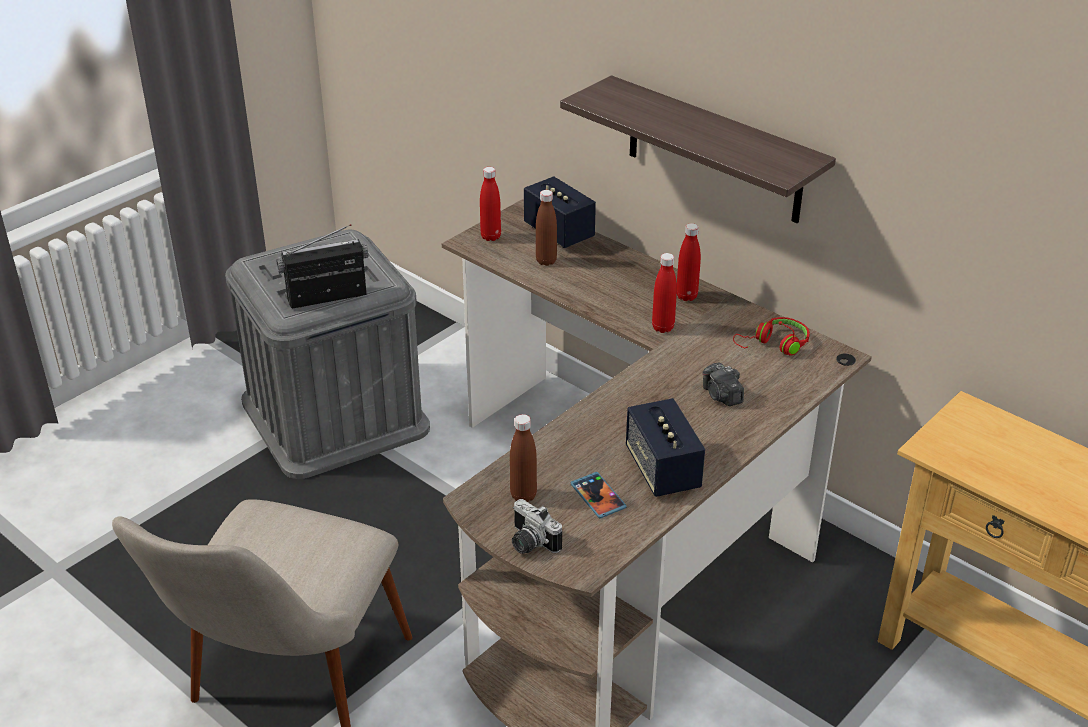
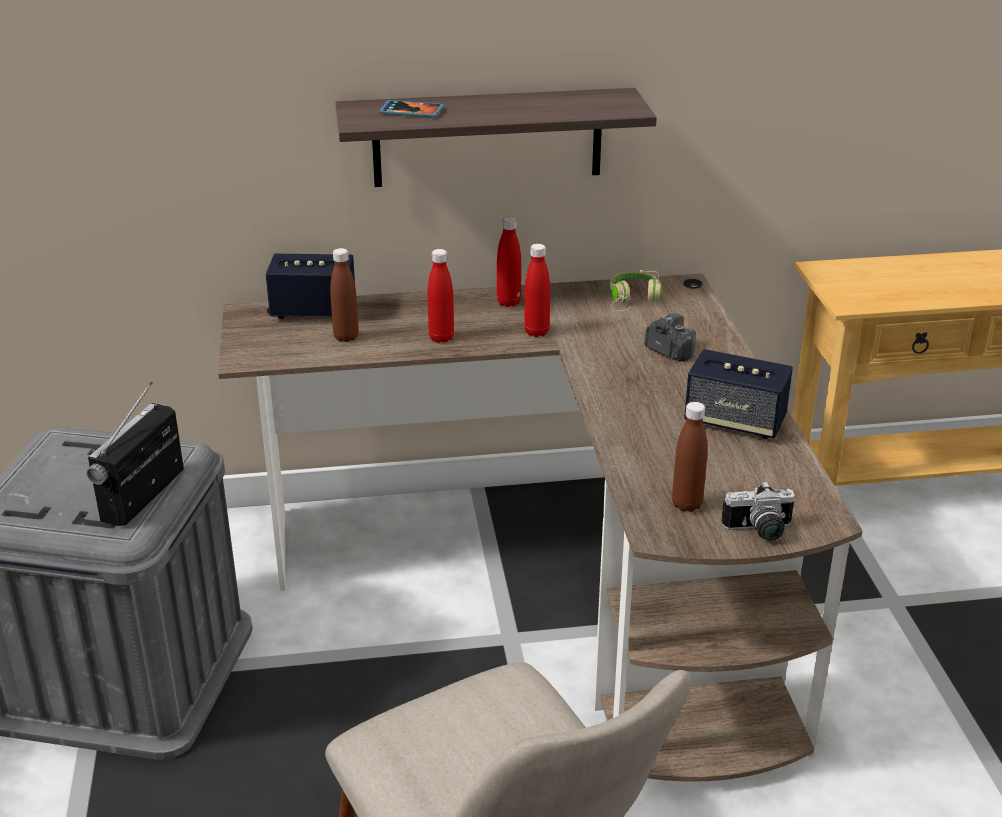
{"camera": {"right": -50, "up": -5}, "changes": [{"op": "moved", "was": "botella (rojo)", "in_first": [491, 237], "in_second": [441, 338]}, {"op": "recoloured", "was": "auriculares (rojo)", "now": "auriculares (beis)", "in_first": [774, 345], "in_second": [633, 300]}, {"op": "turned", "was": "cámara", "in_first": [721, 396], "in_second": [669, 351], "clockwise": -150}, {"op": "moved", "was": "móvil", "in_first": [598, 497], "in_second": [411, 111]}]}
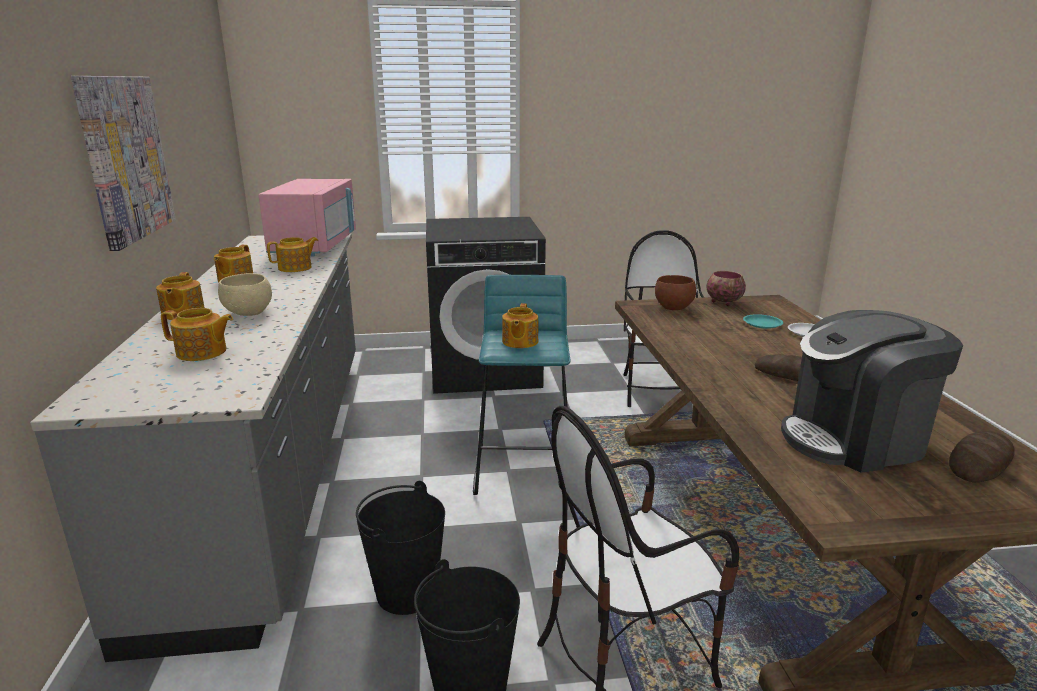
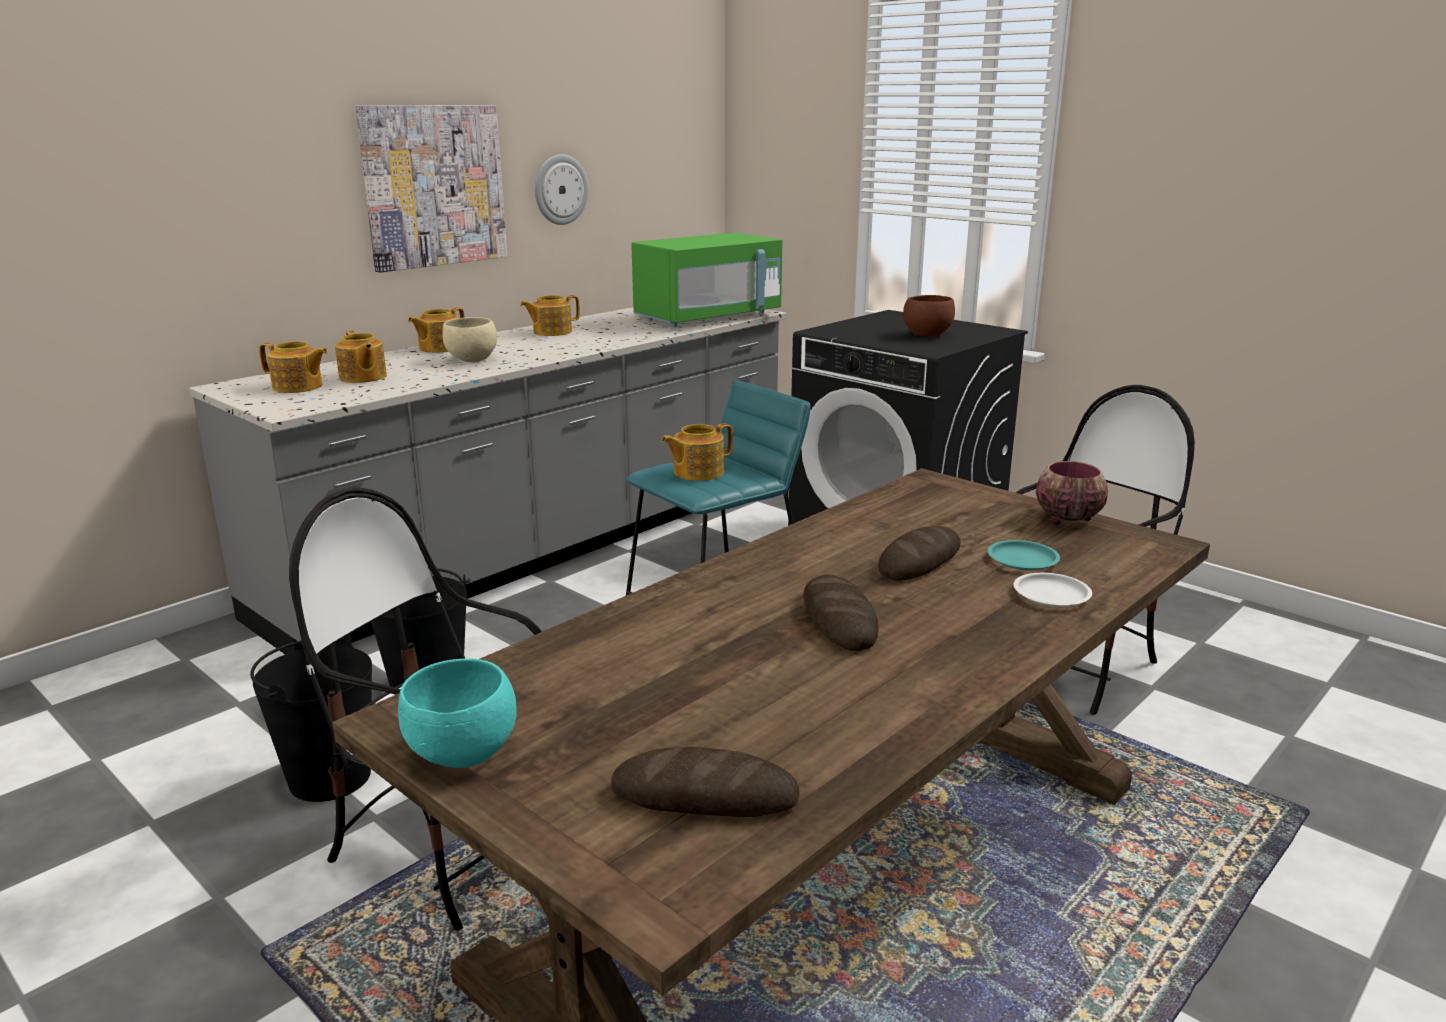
{"camera": {"right": 50, "up": 0}, "changes": [{"op": "recoloured", "was": "microondas (rosa)", "now": "microondas (verde)", "in_first": [315, 246], "in_second": [708, 317]}, {"op": "moved", "was": "tetera", "in_first": [296, 268], "in_second": [298, 387]}, {"op": "moved", "was": "cuenco (marrón)", "in_first": [672, 308], "in_second": [926, 335]}, {"op": "removed", "was": "cafetera", "in_first": [854, 440]}, {"op": "added", "now": "reloj de pared", "in_second": [560, 189]}, {"op": "added", "now": "pan", "in_second": [920, 561]}, {"op": "added", "now": "cuenco (turquesa)", "in_second": [464, 755]}]}
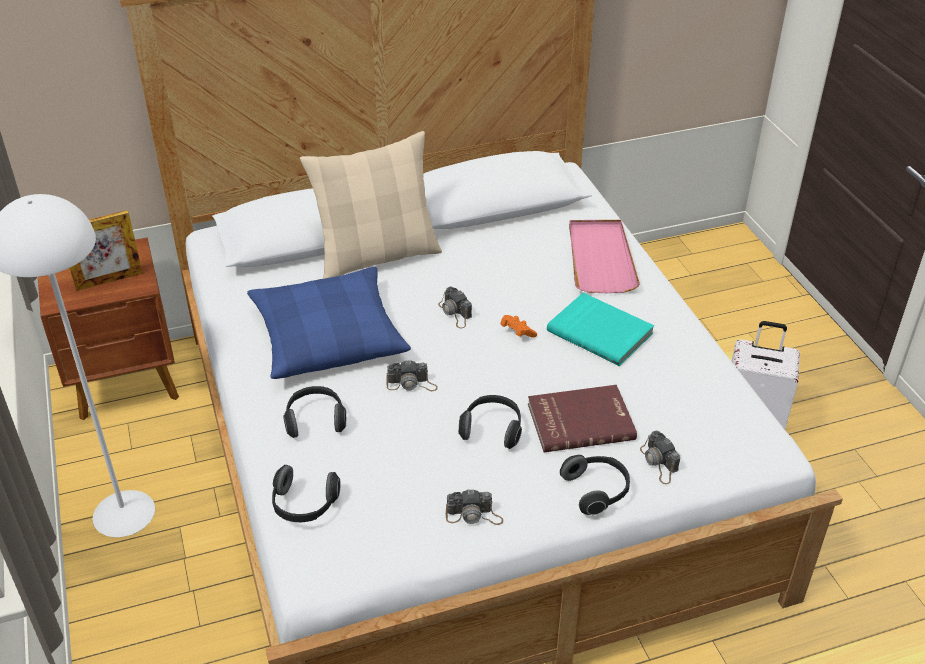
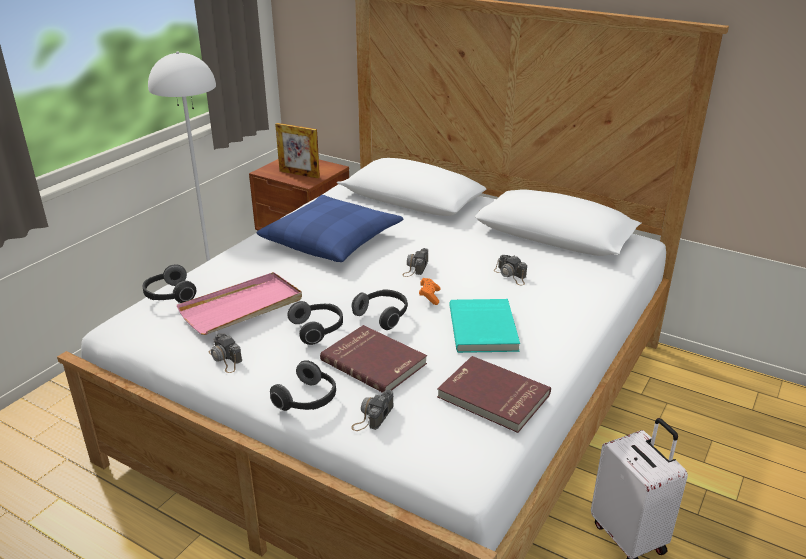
{"camera": {"right": 50, "up": -10}, "changes": [{"op": "removed", "was": "cojín (beis)", "in_first": [377, 256]}, {"op": "moved", "was": "bandeja (rosa)", "in_first": [600, 258], "in_second": [242, 307]}, {"op": "moved", "was": "cámara", "in_first": [411, 384], "in_second": [511, 275]}, {"op": "moved", "was": "auriculares", "in_first": [315, 420], "in_second": [383, 316]}, {"op": "added", "now": "libro (rojo)", "in_second": [492, 397]}]}
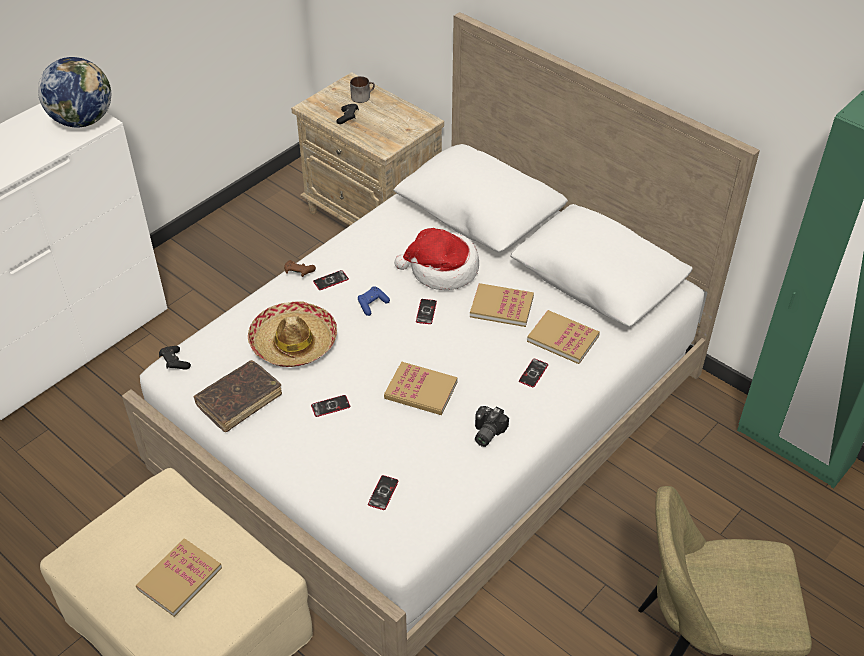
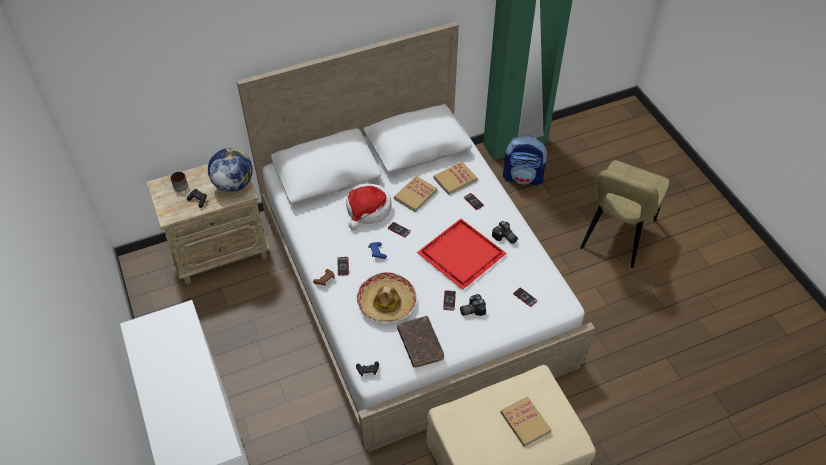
{"camera": {"right": -65, "up": 5}, "changes": [{"op": "moved", "was": "globo terráqueo", "in_first": [83, 120], "in_second": [233, 184]}, {"op": "replaced", "was": "libro", "now": "bandeja (rojo)", "in_first": [421, 390], "in_second": [459, 254]}, {"op": "added", "now": "mochila", "in_second": [523, 177]}, {"op": "added", "now": "cámara", "in_second": [471, 309]}]}
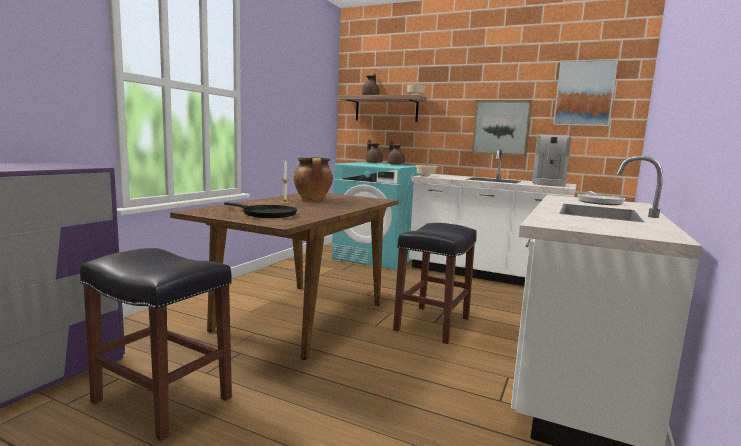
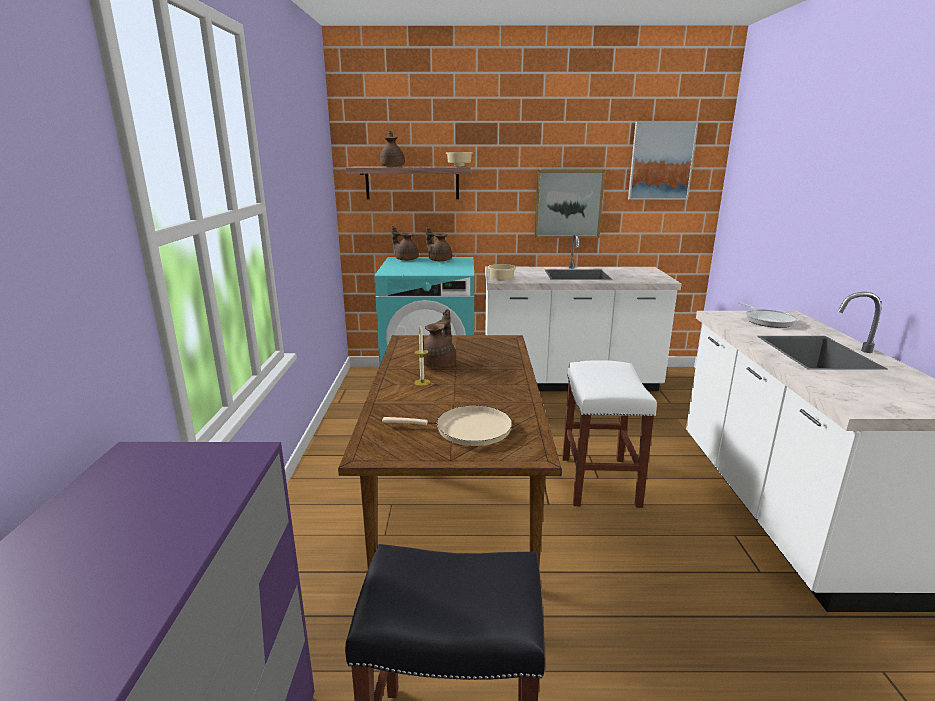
{"camera": {"right": -25, "up": 10}, "changes": [{"op": "removed", "was": "cafetera", "in_first": [548, 183]}, {"op": "replaced", "was": "olla", "now": "tetera (marrón)", "in_first": [313, 199], "in_second": [439, 363]}, {"op": "recoloured", "was": "sartén (negro)", "now": "sartén (beis)", "in_first": [266, 214], "in_second": [468, 430]}, {"op": "recoloured", "was": "taburete (negro)", "now": "taburete (blanco)", "in_first": [432, 324], "in_second": [600, 482]}]}
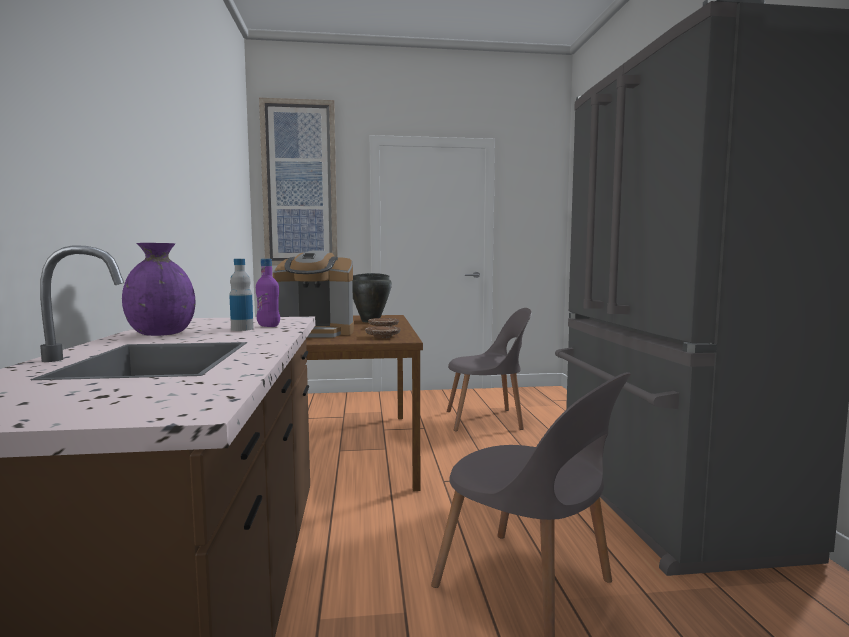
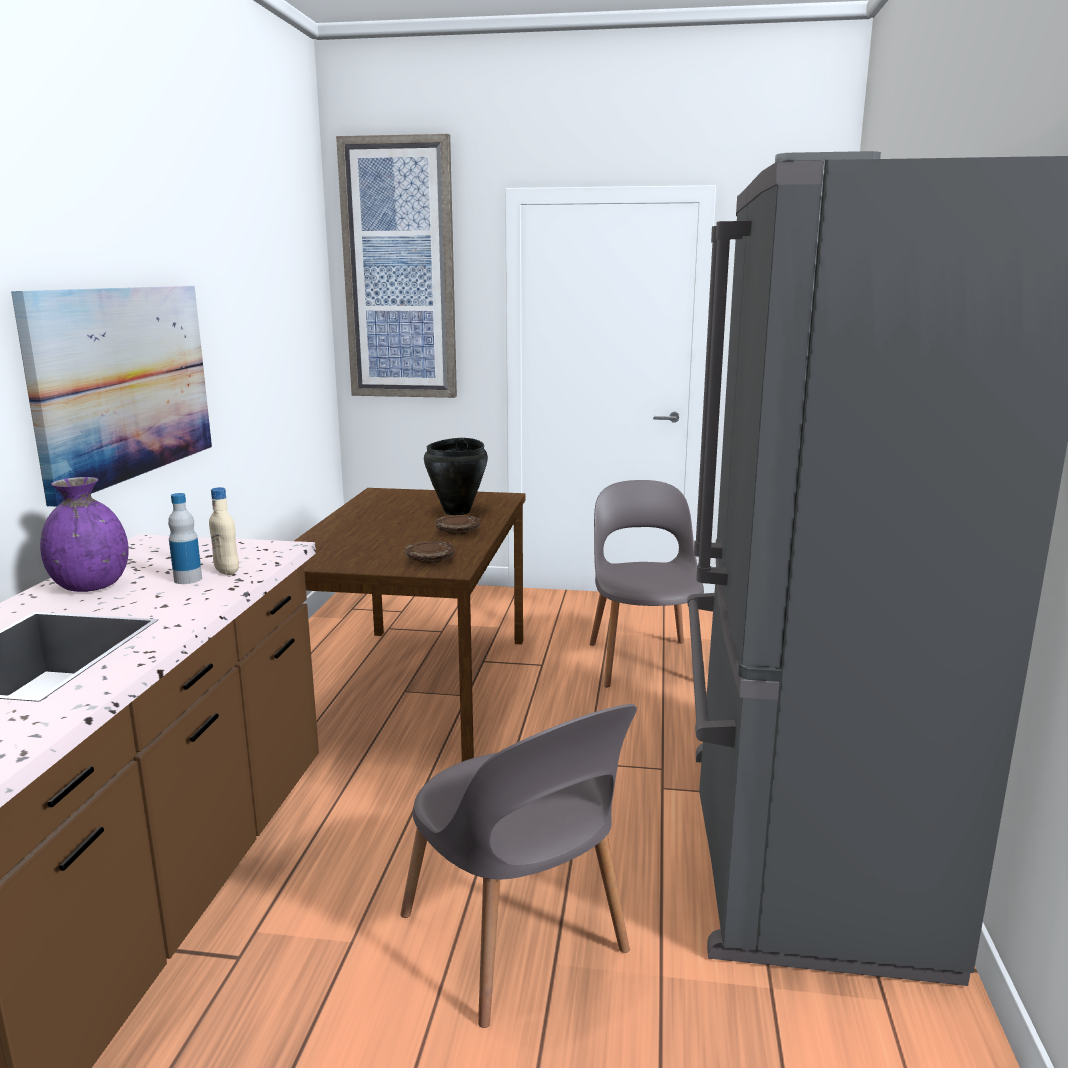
{"camera": {"right": 15, "up": 10}, "changes": [{"op": "removed", "was": "cafetera", "in_first": [316, 333]}, {"op": "recoloured", "was": "botella (morado)", "now": "botella (beis)", "in_first": [268, 326], "in_second": [227, 571]}, {"op": "turned", "was": "silla (gris)", "in_first": [487, 420], "in_second": [644, 660], "clockwise": -105}, {"op": "added", "now": "cuadro", "in_second": [124, 382]}]}
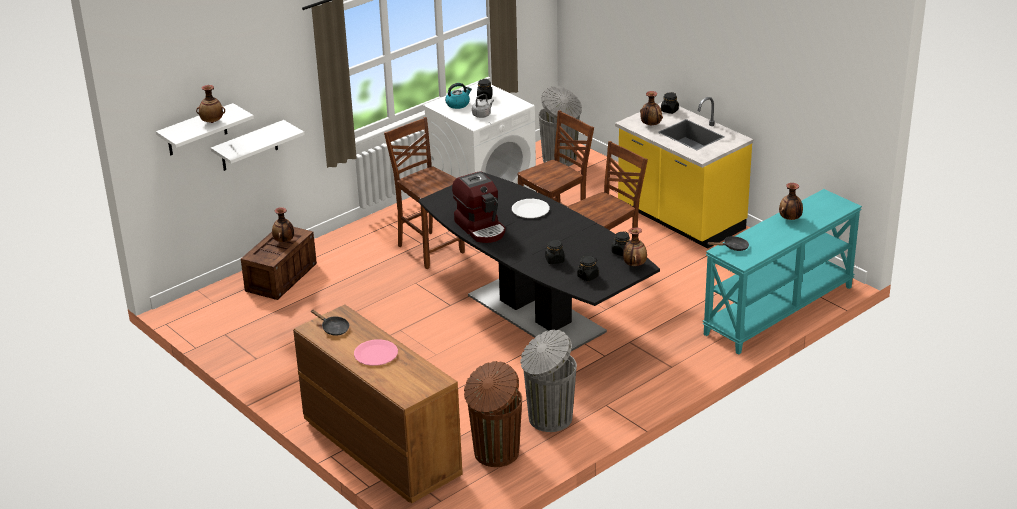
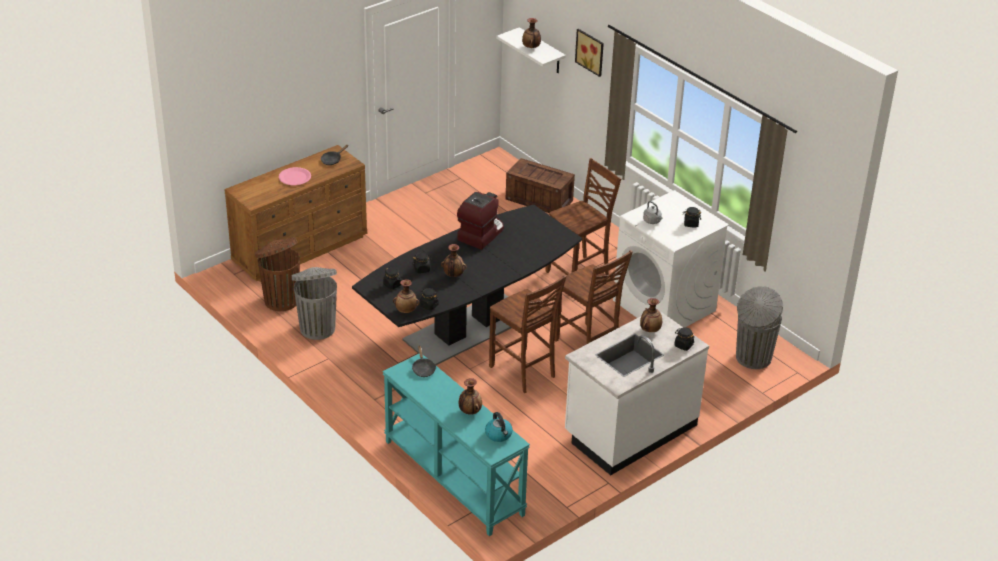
{"camera": {"right": 90, "up": 5}, "changes": [{"op": "moved", "was": "hervidor", "in_first": [458, 104], "in_second": [499, 435]}, {"op": "recoloured", "was": "mueble bajo de cocina (amarillo)", "now": "mueble bajo de cocina (blanco)", "in_first": [680, 219], "in_second": [629, 430]}, {"op": "removed", "was": "estante (blanco)", "in_first": [249, 146]}, {"op": "turned", "was": "cafetera", "in_first": [481, 228], "in_second": [481, 234], "clockwise": 150}, {"op": "removed", "was": "plato (blanco)", "in_first": [530, 210]}, {"op": "moved", "was": "florero", "in_first": [284, 241], "in_second": [453, 275]}, {"op": "added", "now": "cuadro", "in_second": [591, 51]}]}
